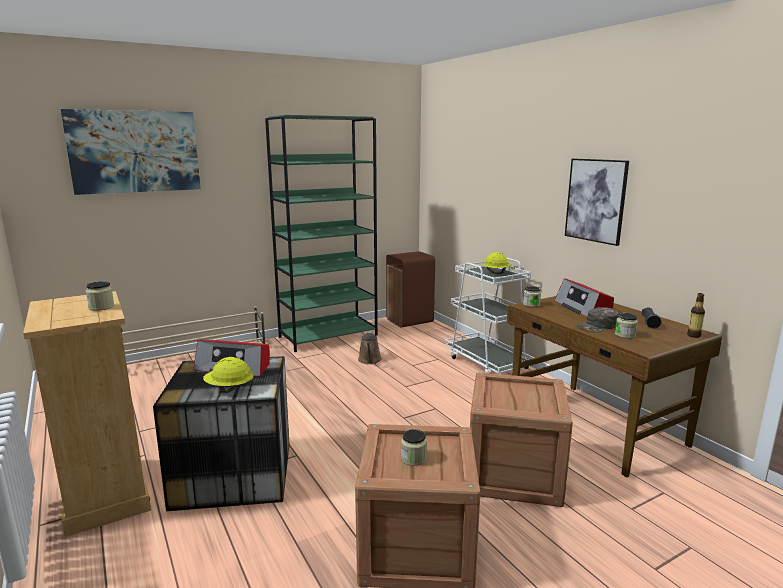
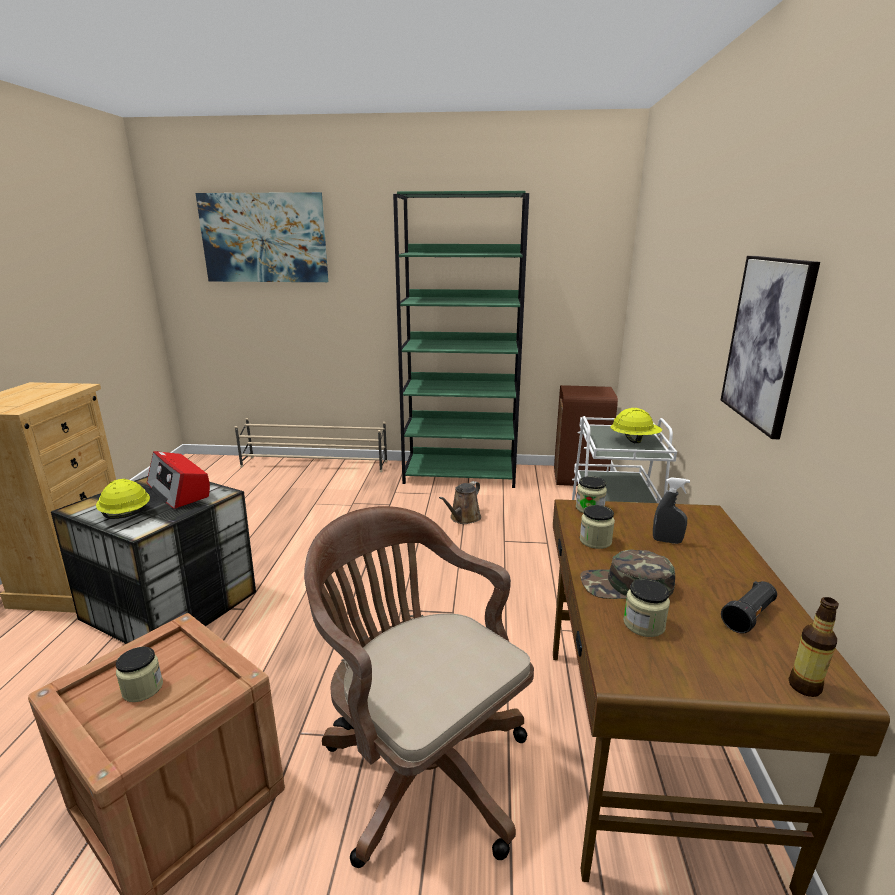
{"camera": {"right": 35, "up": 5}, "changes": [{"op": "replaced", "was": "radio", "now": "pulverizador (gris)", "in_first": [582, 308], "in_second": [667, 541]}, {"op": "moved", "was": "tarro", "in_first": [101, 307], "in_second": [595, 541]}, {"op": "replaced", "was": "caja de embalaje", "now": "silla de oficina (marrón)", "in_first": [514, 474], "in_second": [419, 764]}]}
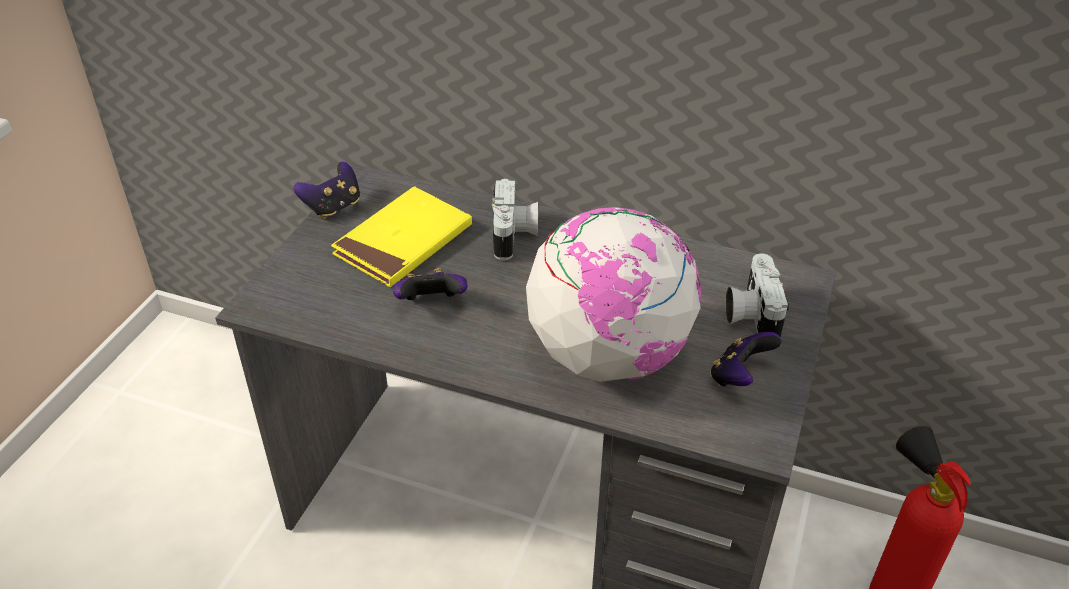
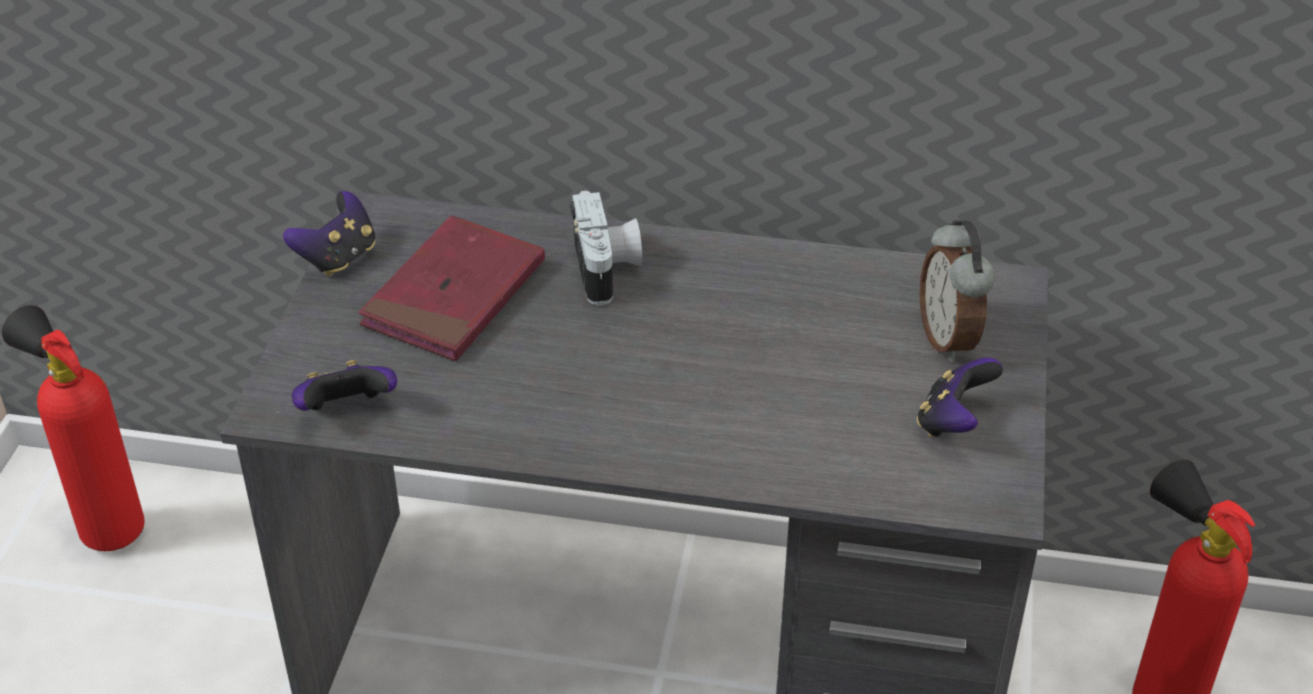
{"camera": {"right": -10, "up": 0}, "changes": [{"op": "recoloured", "was": "libro (amarillo)", "now": "libro (rojo)", "in_first": [403, 241], "in_second": [454, 295]}, {"op": "removed", "was": "globo terráqueo", "in_first": [608, 355]}, {"op": "replaced", "was": "cámara", "now": "despertador", "in_first": [750, 314], "in_second": [949, 339]}, {"op": "moved", "was": "mando de consola", "in_first": [431, 303], "in_second": [347, 411]}, {"op": "added", "now": "extintor", "in_second": [105, 526]}]}
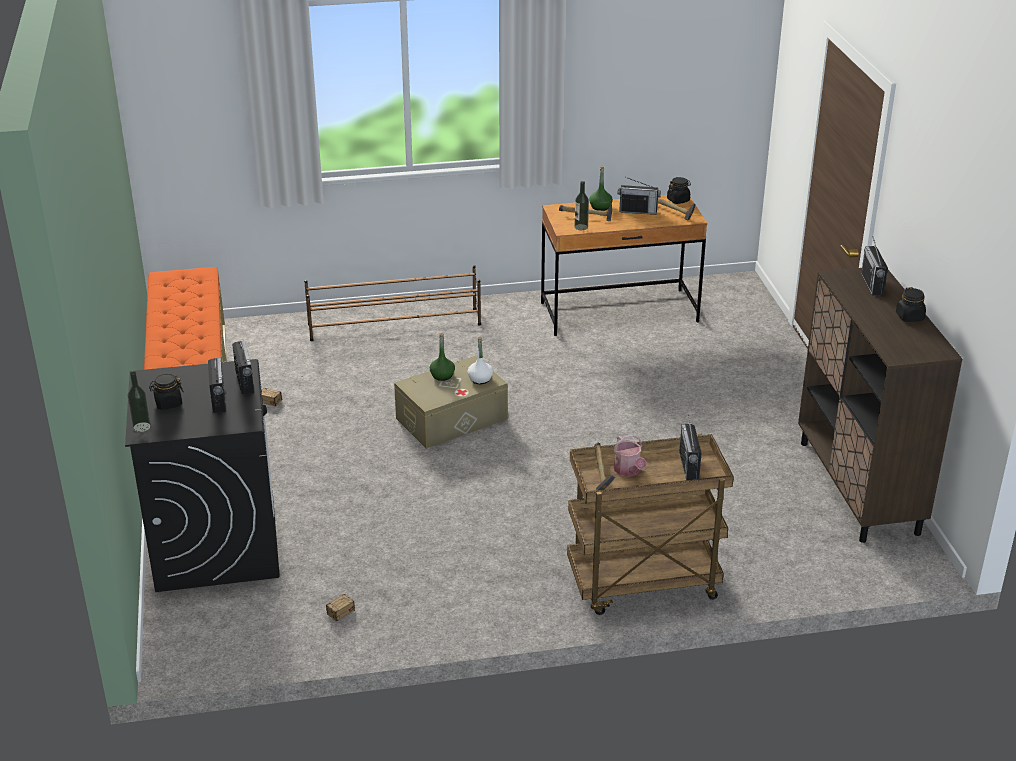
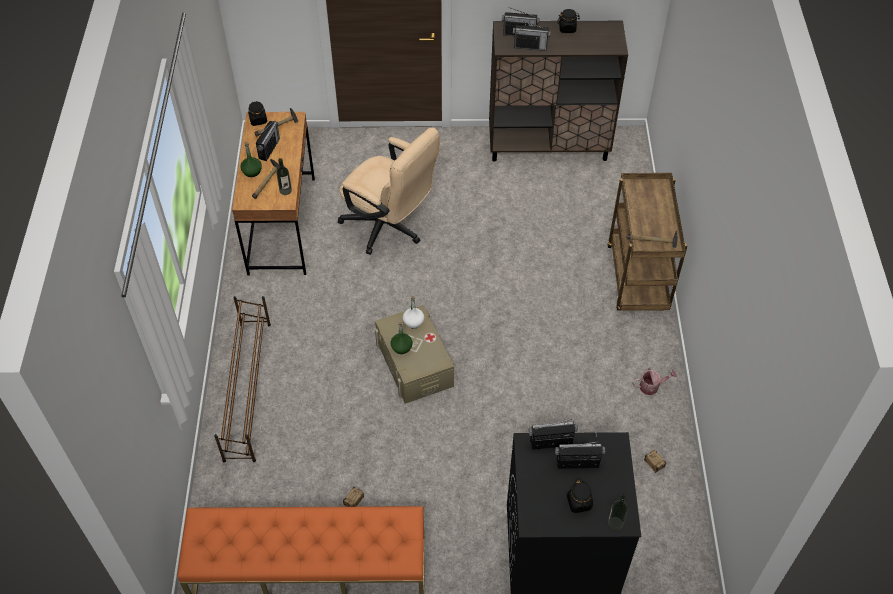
{"camera": {"right": -80, "up": 20}, "changes": [{"op": "moved", "was": "radio", "in_first": [688, 466], "in_second": [530, 46]}, {"op": "moved", "was": "regadera", "in_first": [628, 471], "in_second": [651, 386]}, {"op": "added", "now": "silla de oficina (beis)", "in_second": [390, 227]}]}
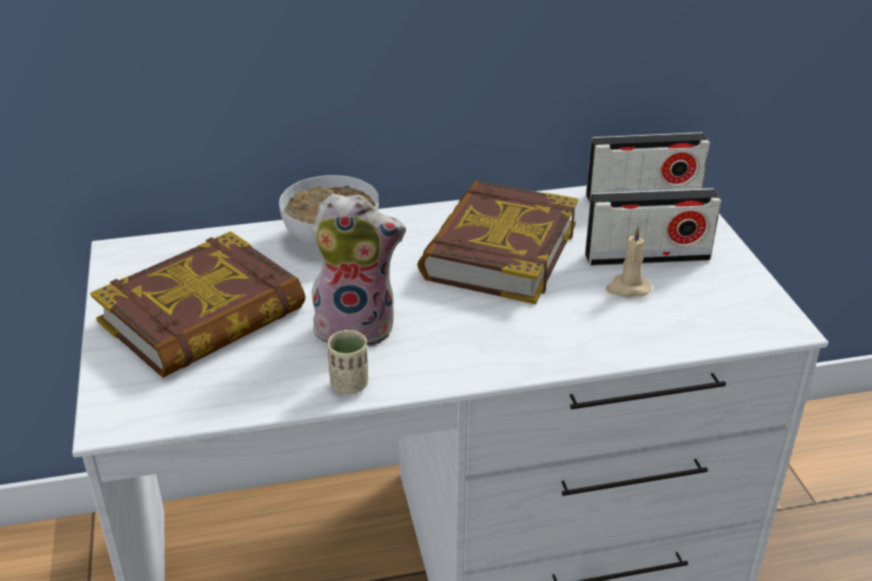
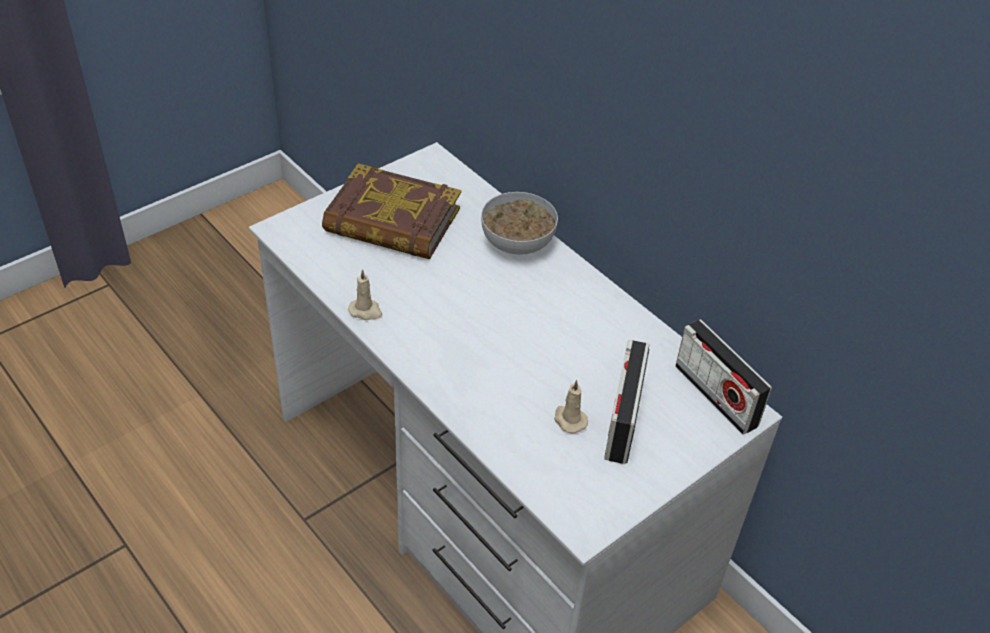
{"camera": {"right": 60, "up": 10}, "changes": [{"op": "removed", "was": "libro", "in_first": [498, 251]}, {"op": "turned", "was": "radio", "in_first": [647, 257], "in_second": [623, 421], "clockwise": 45}, {"op": "removed", "was": "peluche", "in_first": [357, 327]}, {"op": "replaced", "was": "taza (beis)", "now": "vela (beis)", "in_first": [349, 385], "in_second": [366, 311]}]}
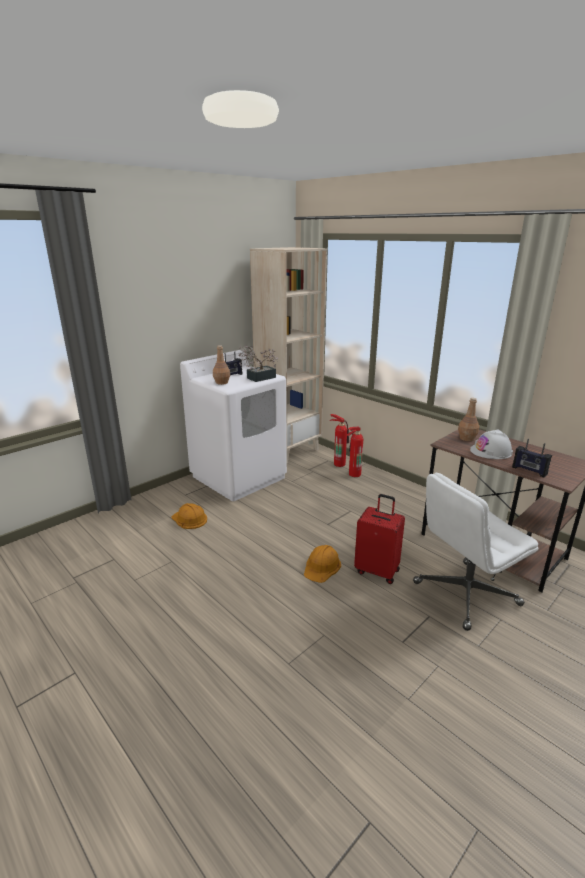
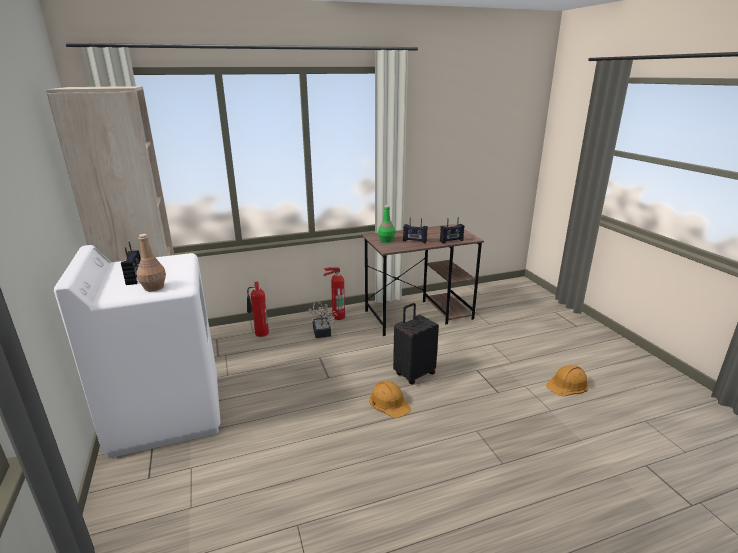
{"camera": {"right": -65, "up": 0}, "changes": [{"op": "moved", "was": "planta en maceta", "in_first": [258, 378], "in_second": [321, 333]}, {"op": "recoloured", "was": "botella (marrón)", "now": "botella (verde)", "in_first": [467, 438], "in_second": [386, 240]}, {"op": "moved", "was": "extintor", "in_first": [339, 463], "in_second": [337, 316]}, {"op": "replaced", "was": "casco (blanco)", "now": "radio", "in_first": [491, 451], "in_second": [414, 241]}, {"op": "removed", "was": "silla de oficina (blanco)", "in_first": [465, 594]}, {"op": "recoloured", "was": "maleta (rojo)", "now": "maleta (negro)", "in_first": [377, 570], "in_second": [414, 374]}, {"op": "moved", "was": "casco (naranja)", "in_first": [189, 519], "in_second": [567, 384]}]}
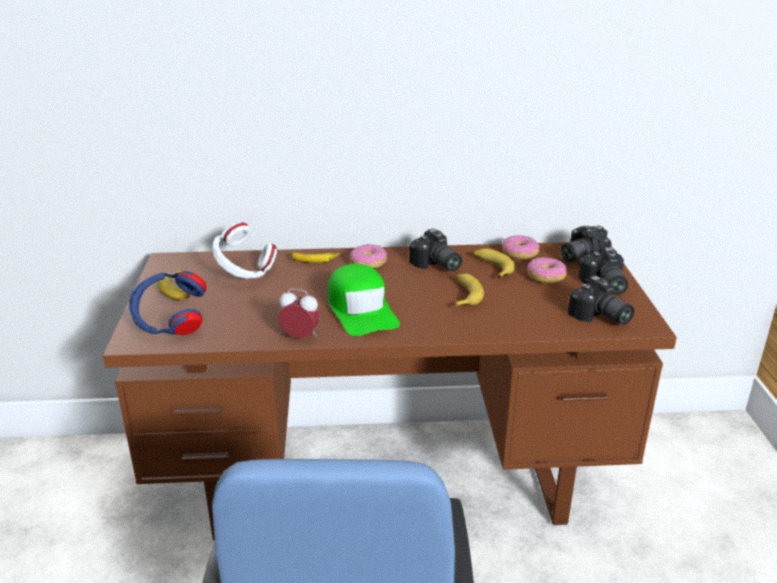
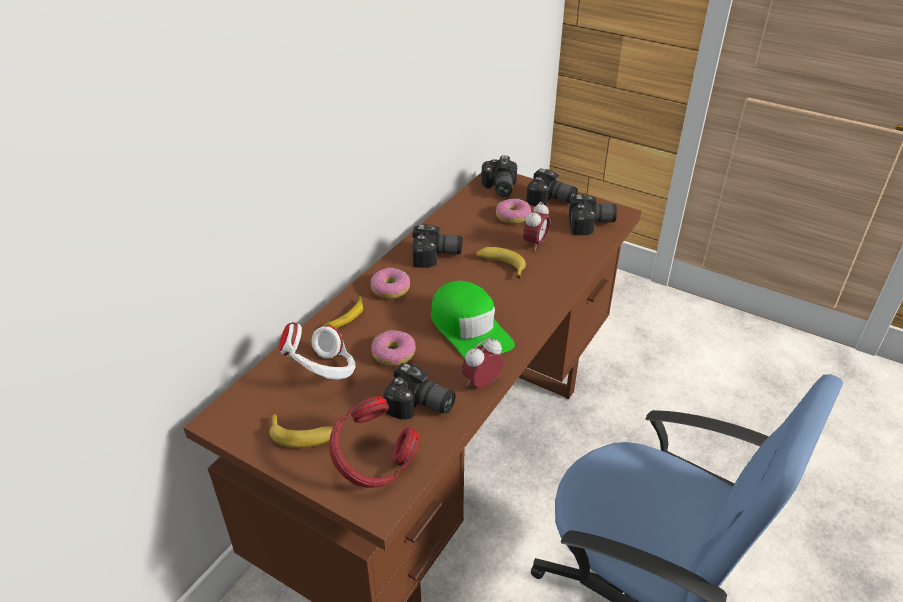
{"camera": {"right": -55, "up": 10}, "changes": [{"op": "moved", "was": "rosquilla", "in_first": [519, 253], "in_second": [393, 354]}, {"op": "removed", "was": "plátano", "in_first": [492, 267]}, {"op": "turned", "was": "gorra (verde)", "in_first": [361, 310], "in_second": [469, 329], "clockwise": 45}, {"op": "recoloured", "was": "auriculares (azul)", "now": "auriculares (rojo)", "in_first": [170, 325], "in_second": [373, 464]}, {"op": "added", "now": "despertador", "in_second": [535, 244]}, {"op": "added", "now": "cámara", "in_second": [420, 406]}]}
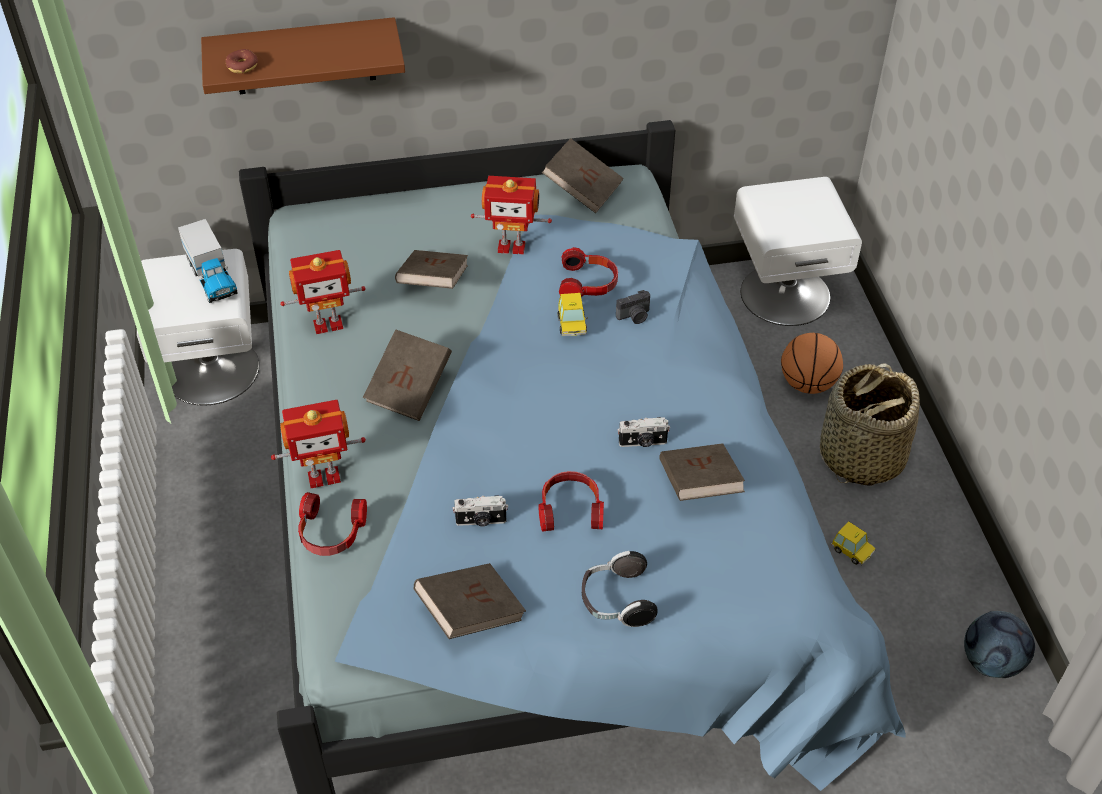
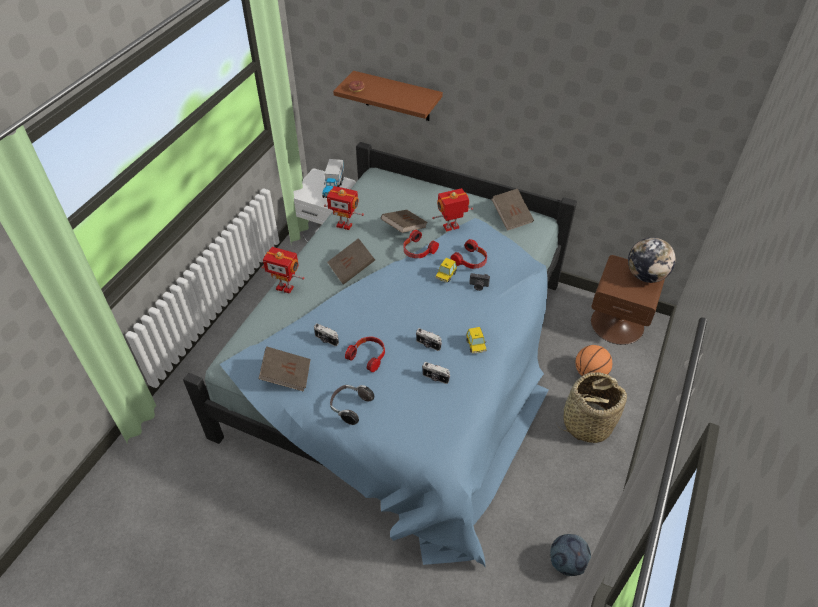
{"camera": {"right": 35, "up": 0}, "changes": [{"op": "turned", "was": "robot de juguete", "in_first": [511, 246], "in_second": [451, 227], "clockwise": 120}, {"op": "recoloured", "was": "mesita de noche (blanco)", "now": "mesita de noche (marrón)", "in_first": [785, 293], "in_second": [617, 323]}, {"op": "replaced", "was": "libro (marrón)", "now": "cámara", "in_first": [699, 485], "in_second": [435, 378]}, {"op": "moved", "was": "auriculares", "in_first": [331, 533], "in_second": [418, 251]}, {"op": "moved", "was": "coche de juguete", "in_first": [852, 550], "in_second": [476, 345]}, {"op": "added", "now": "globo terráqueo", "in_second": [645, 275]}]}
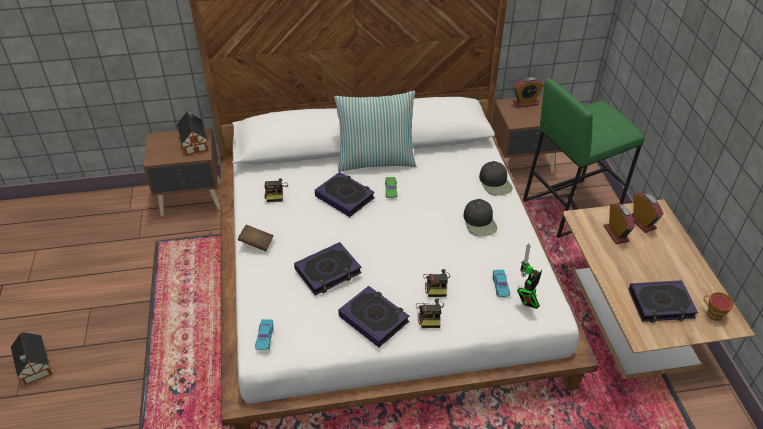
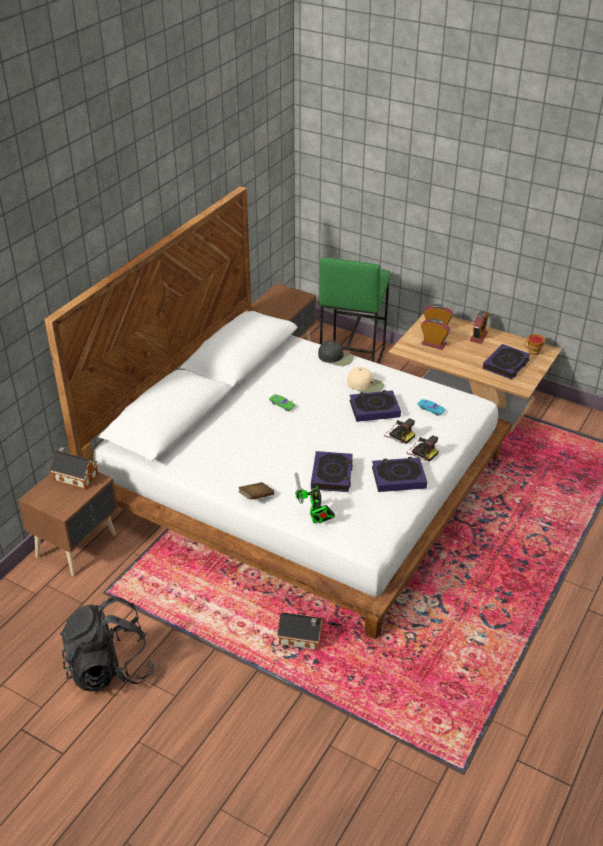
{"camera": {"right": -50, "up": -5}, "changes": [{"op": "moved", "was": "despertador", "in_first": [525, 103], "in_second": [478, 337]}, {"op": "removed", "was": "cojín", "in_first": [376, 160]}, {"op": "moved", "was": "libro", "in_first": [345, 197], "in_second": [374, 409]}, {"op": "removed", "was": "cámara", "in_first": [275, 192]}, {"op": "recoloured", "was": "gorra (negro)", "now": "gorra (beis)", "in_first": [480, 222], "in_second": [365, 385]}, {"op": "moved", "was": "robot de juguete", "in_first": [527, 300], "in_second": [315, 519]}, {"op": "removed", "was": "coche de juguete (turquesa)", "in_first": [265, 337]}, {"op": "moved", "was": "casita", "in_first": [35, 367], "in_second": [302, 638]}, {"op": "added", "now": "mochila (negro)", "in_second": [110, 668]}]}
